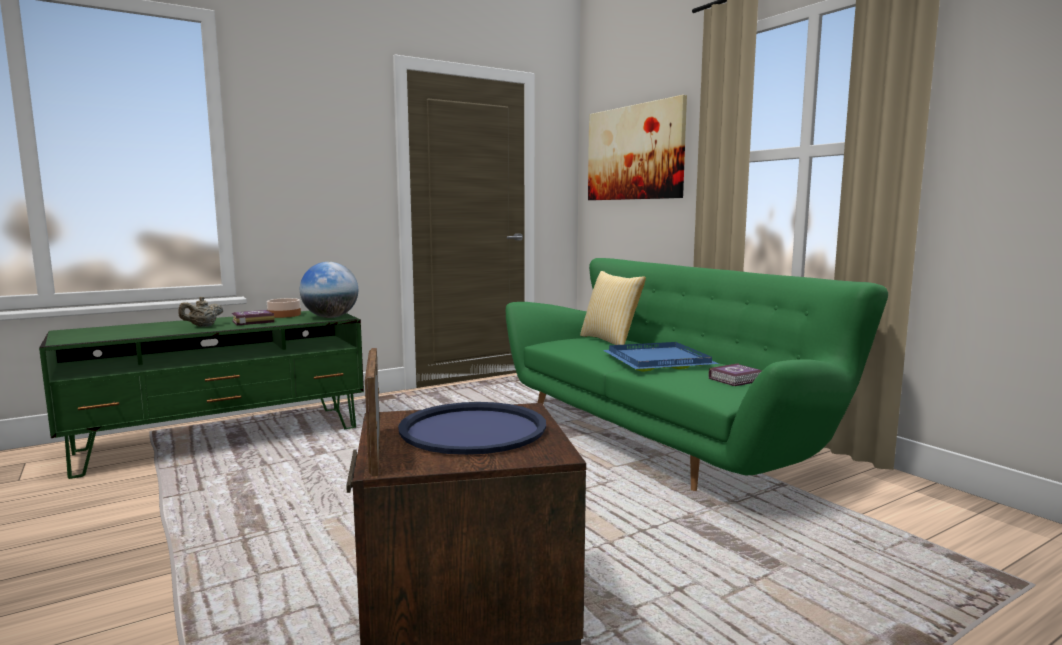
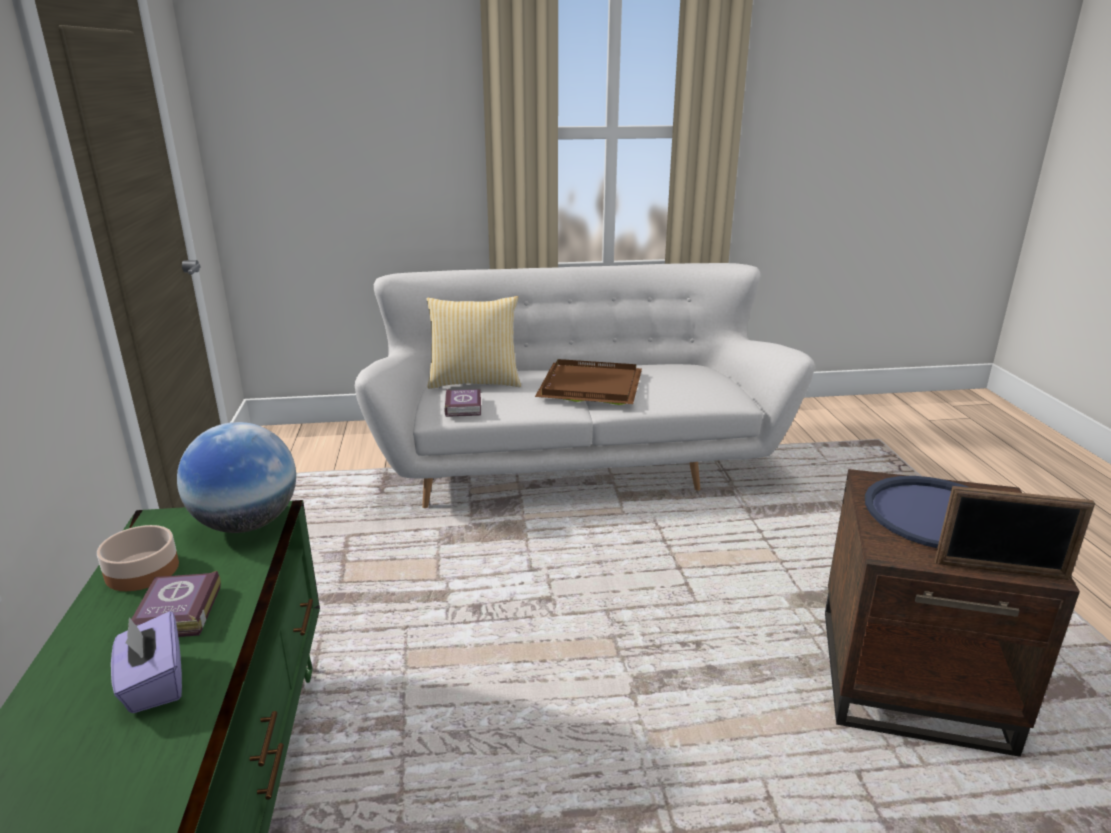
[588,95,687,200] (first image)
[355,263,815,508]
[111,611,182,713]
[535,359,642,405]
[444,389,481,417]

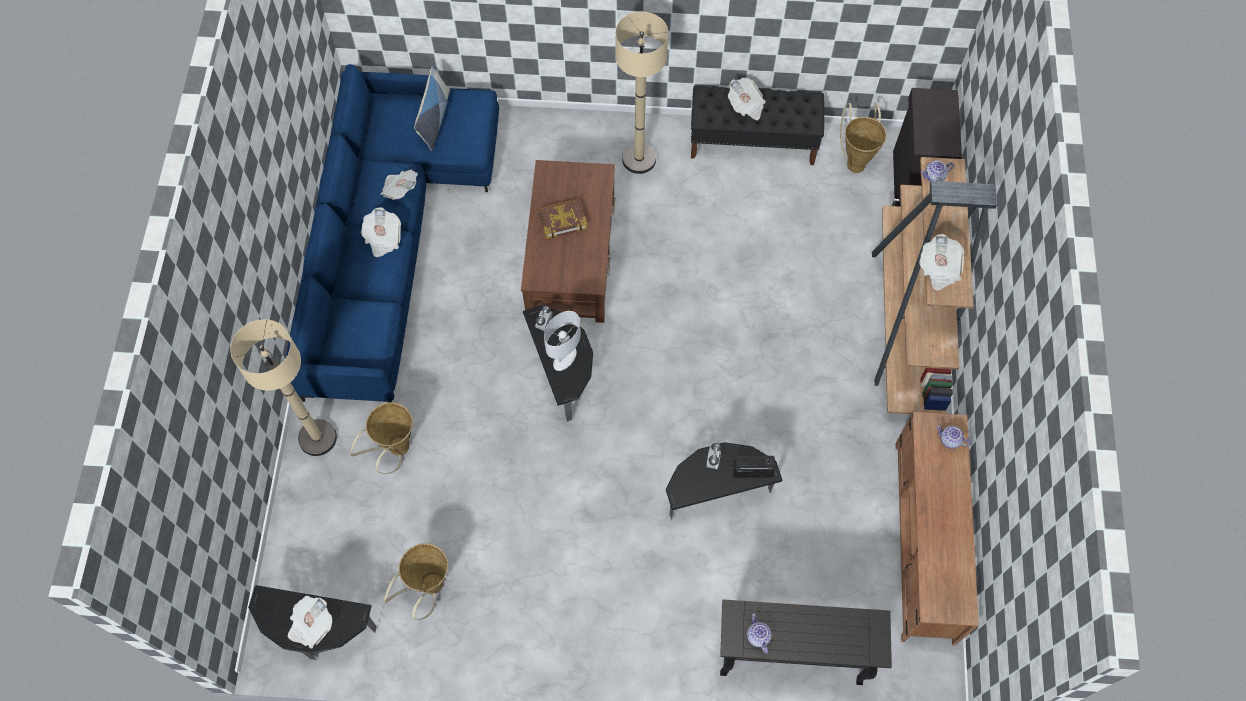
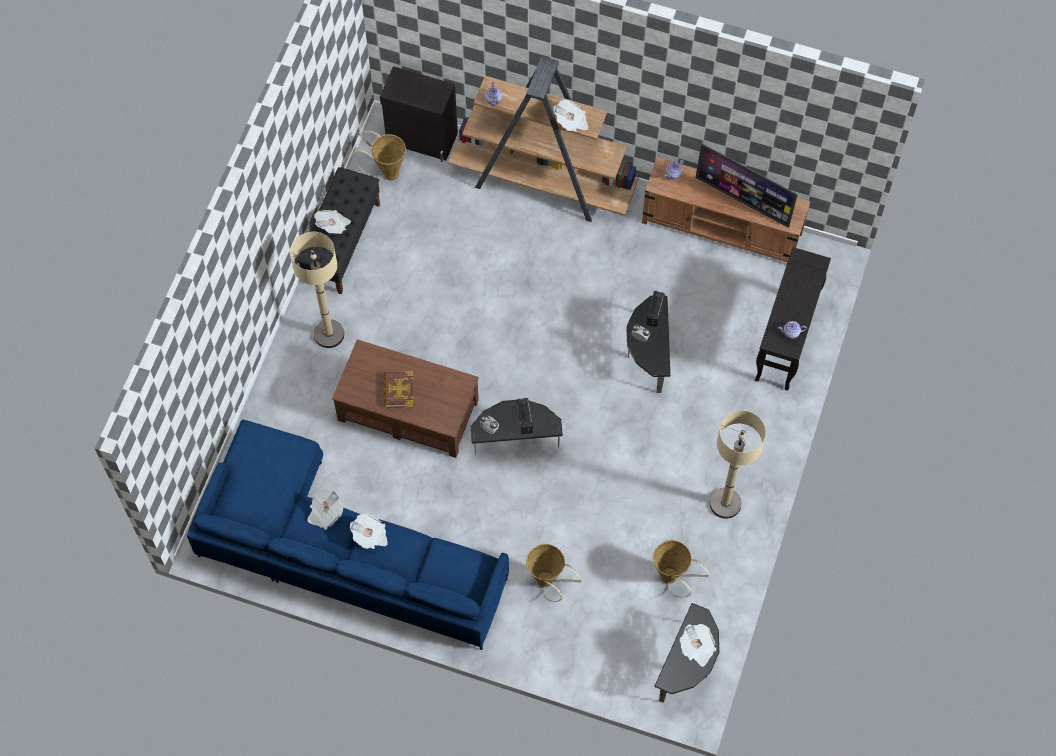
[414,66,450,151] (first image)
[517,398,533,435]
[710,410,766,519]
[696,143,798,228]

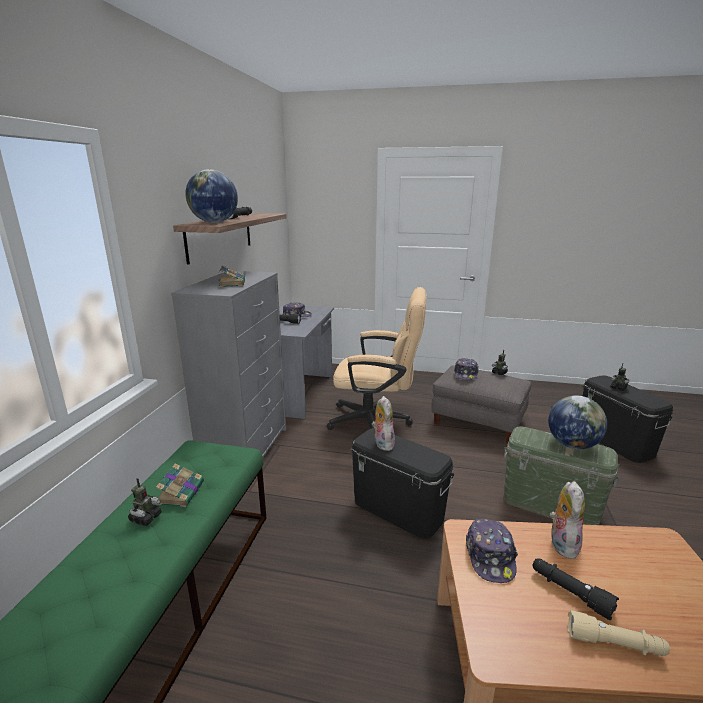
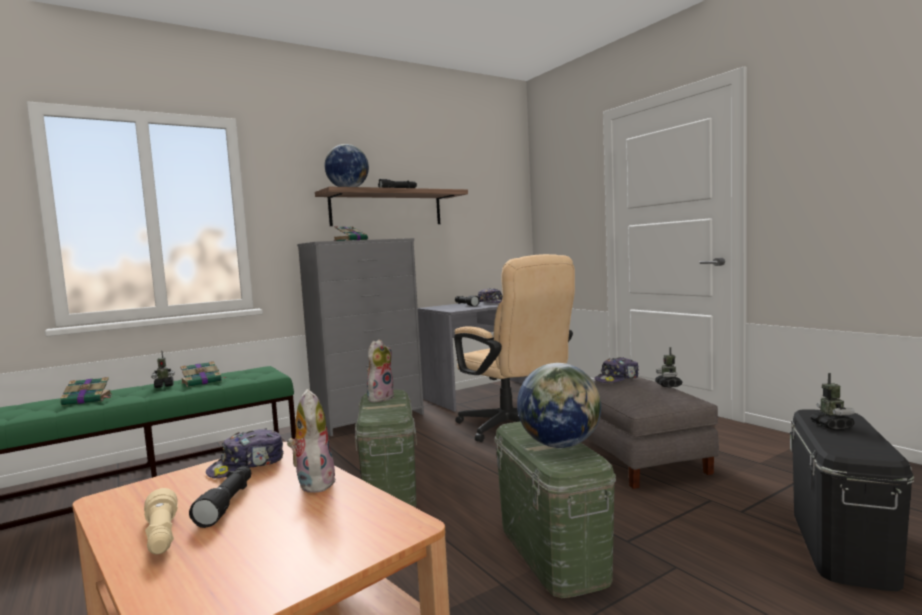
[355,390,417,508]
[287,389,336,493]
[60,377,113,406]

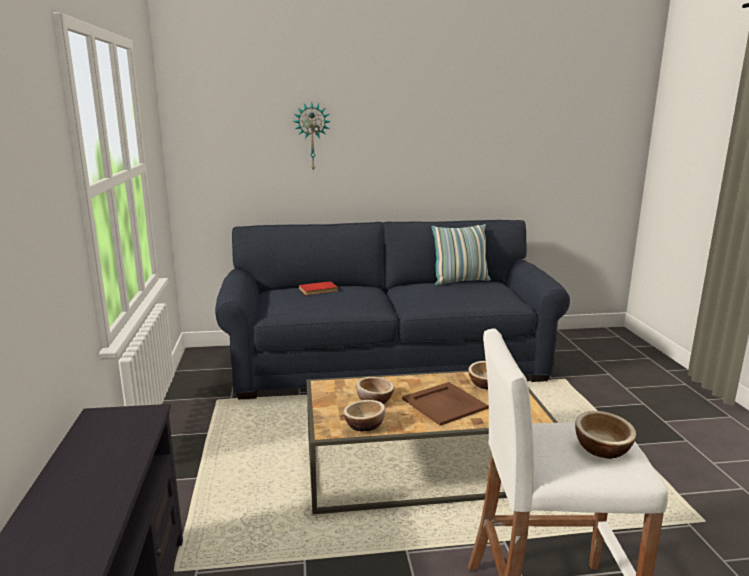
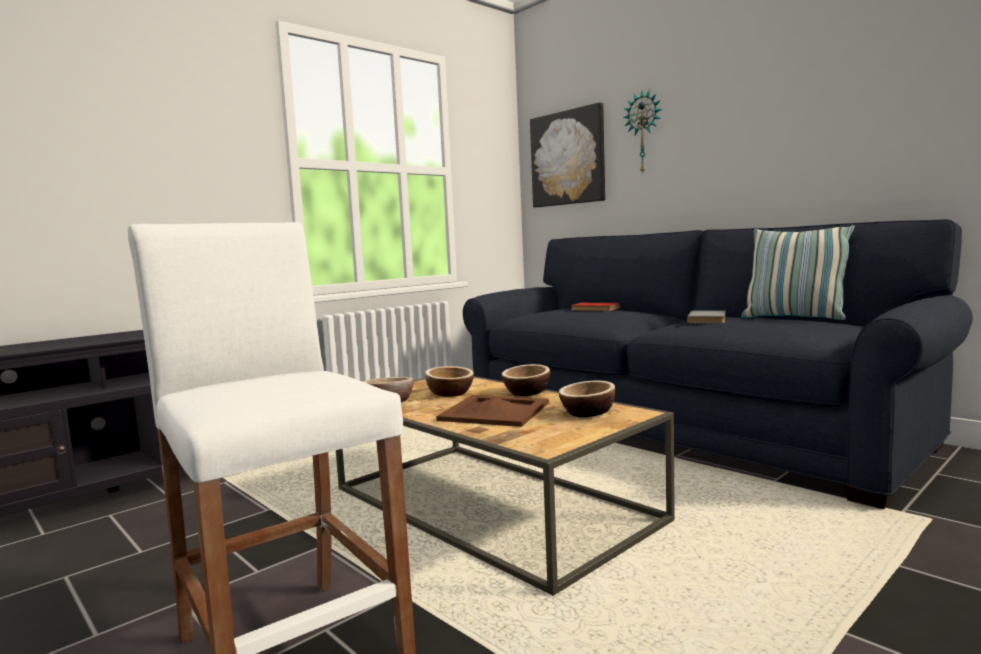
[501,364,550,396]
[530,102,605,207]
[687,310,726,323]

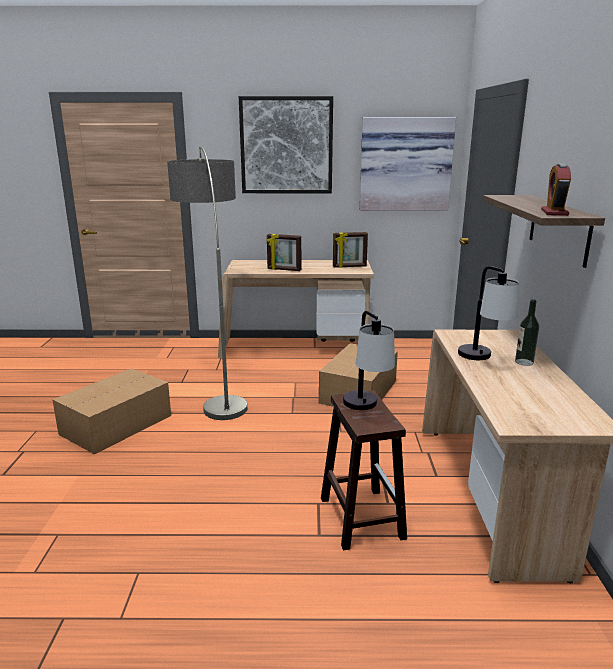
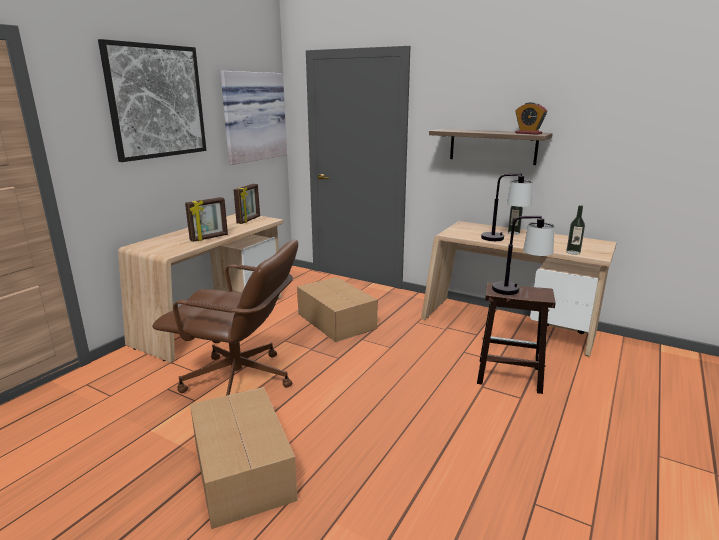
[152,240,298,396]
[566,205,585,255]

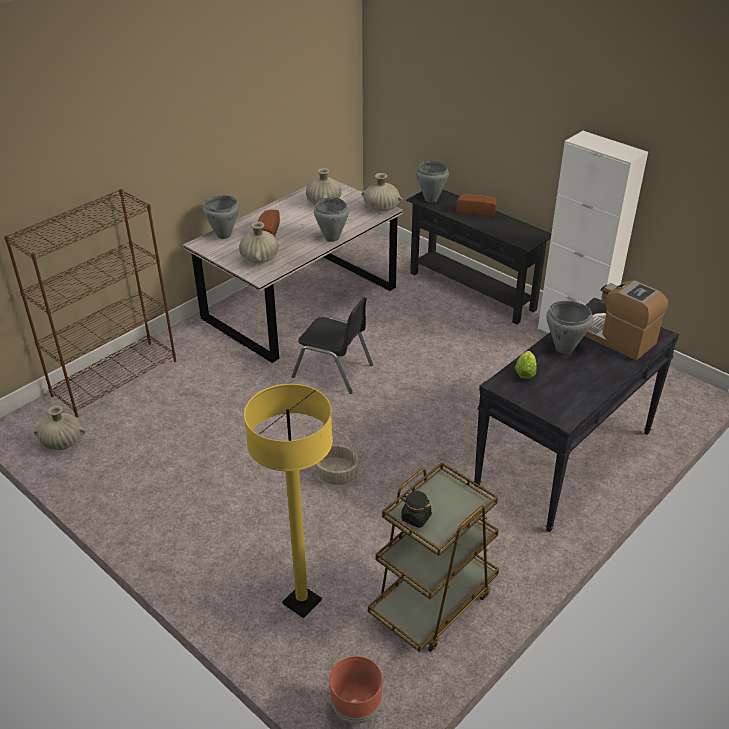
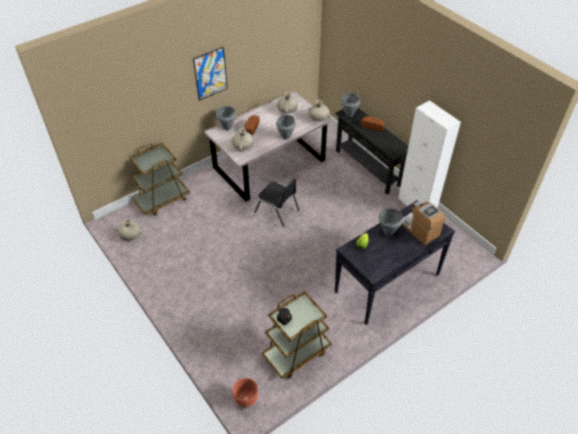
[129,143,190,215]
[244,384,333,618] (first image)
[315,430,359,485] (first image)
[193,47,228,101]

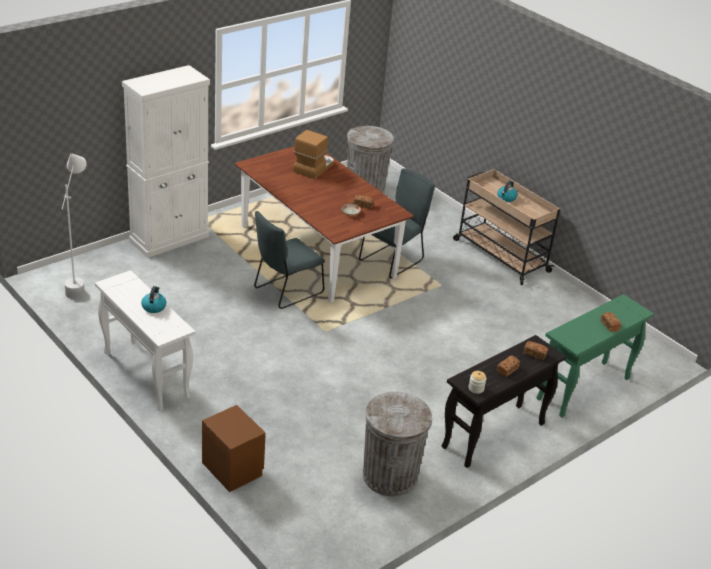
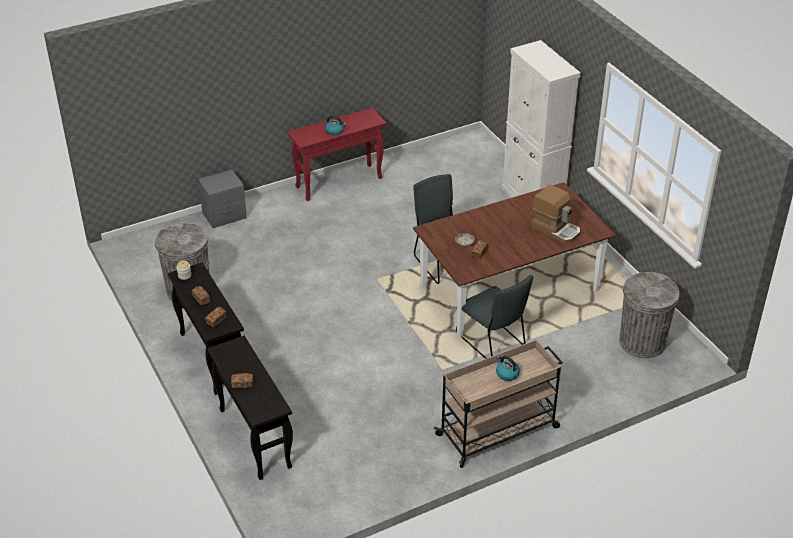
[62,153,87,299] (first image)
[287,108,387,201]
[208,336,293,480]
[198,170,246,228]

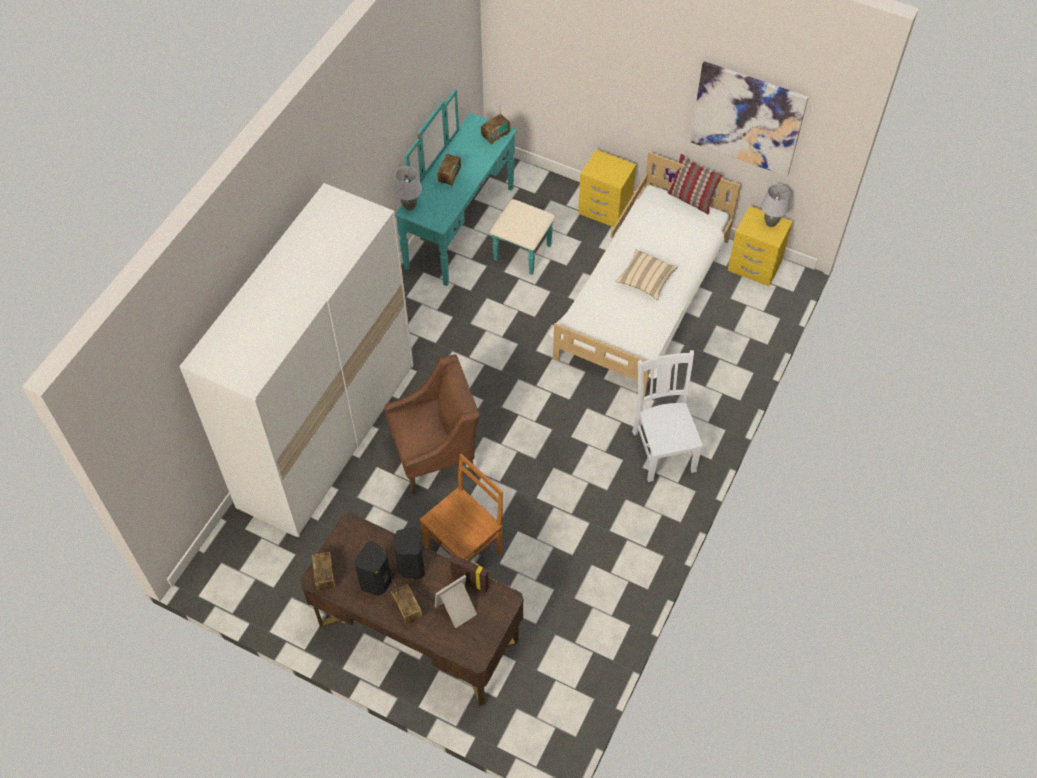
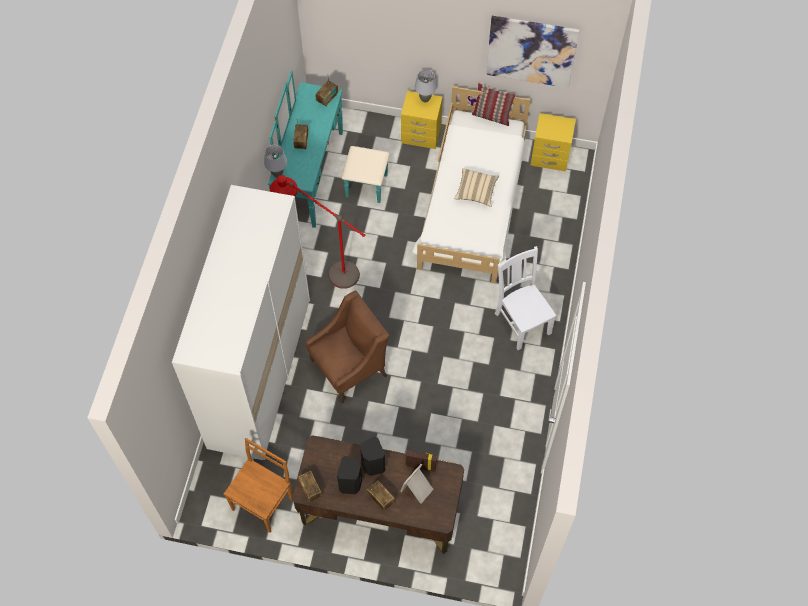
[415,70,437,103]
[224,438,293,533]
[270,175,365,289]

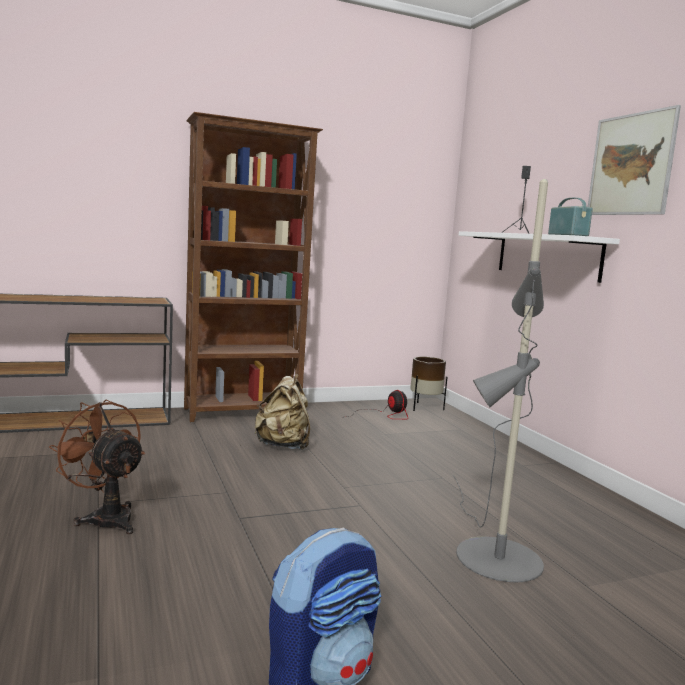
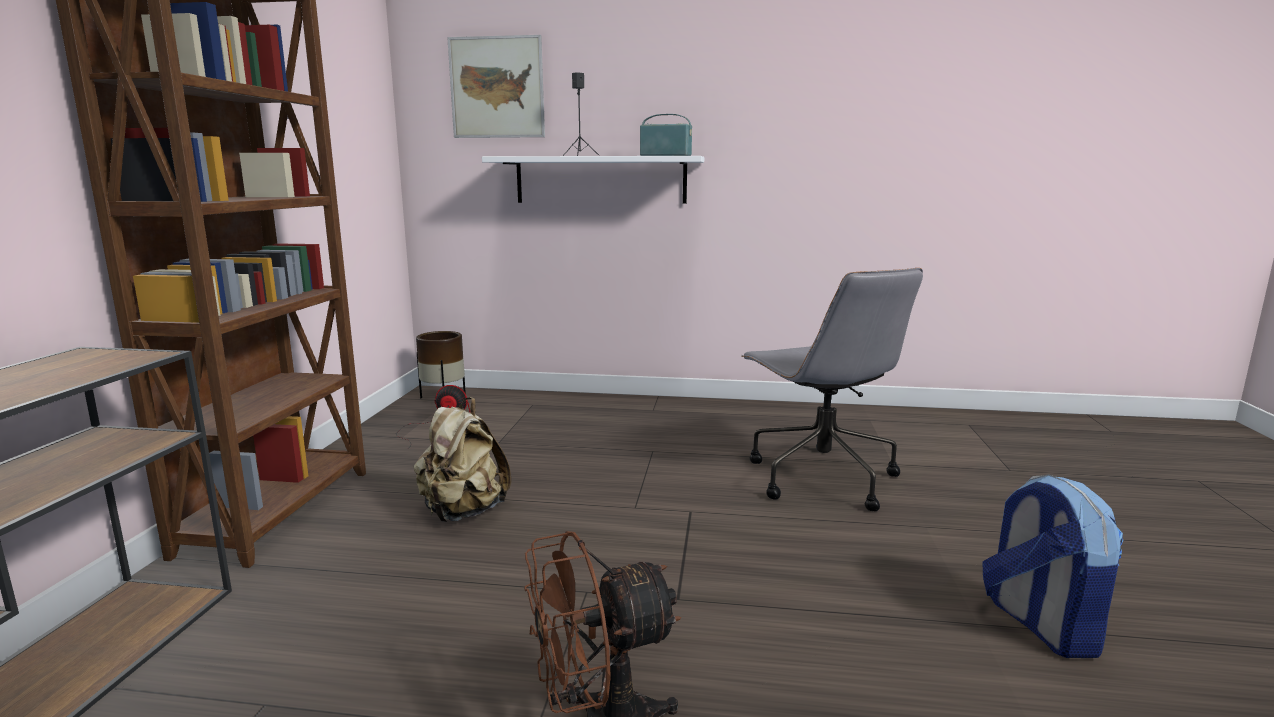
[447,35,545,138]
[741,268,923,511]

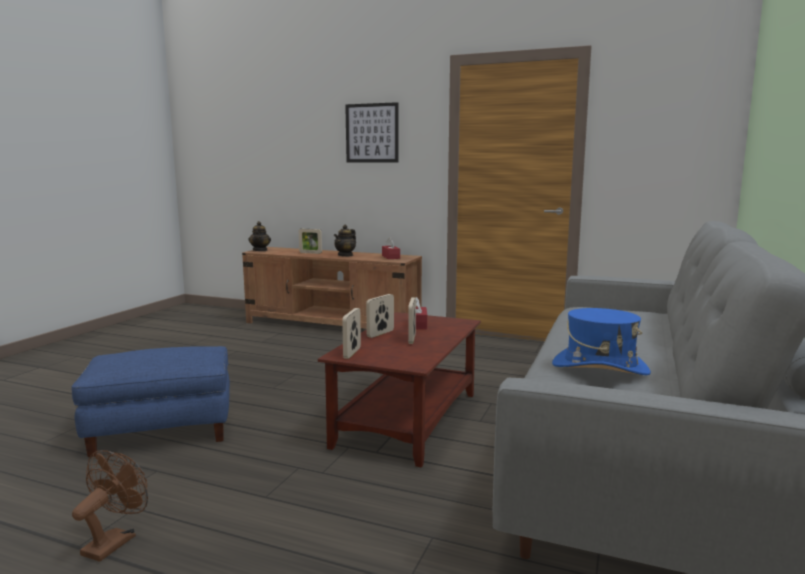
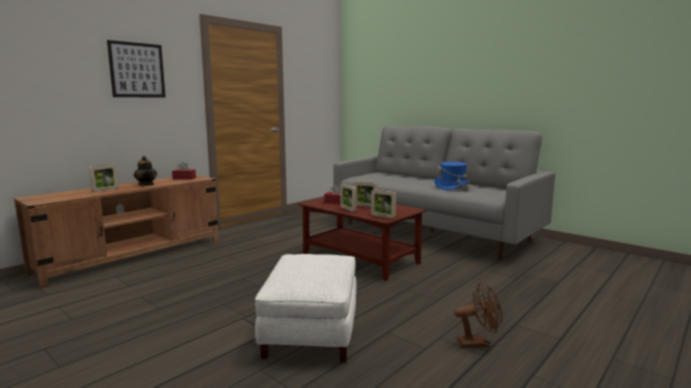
[248,221,271,251] (first image)
[255,254,357,363]
[454,282,502,348]

